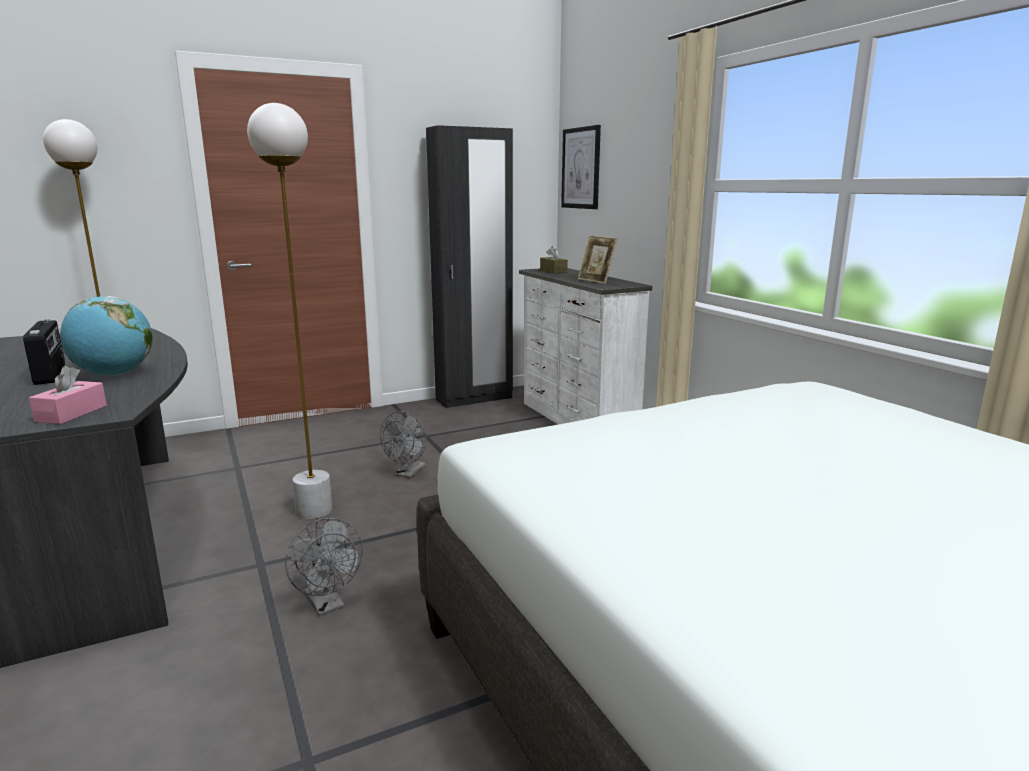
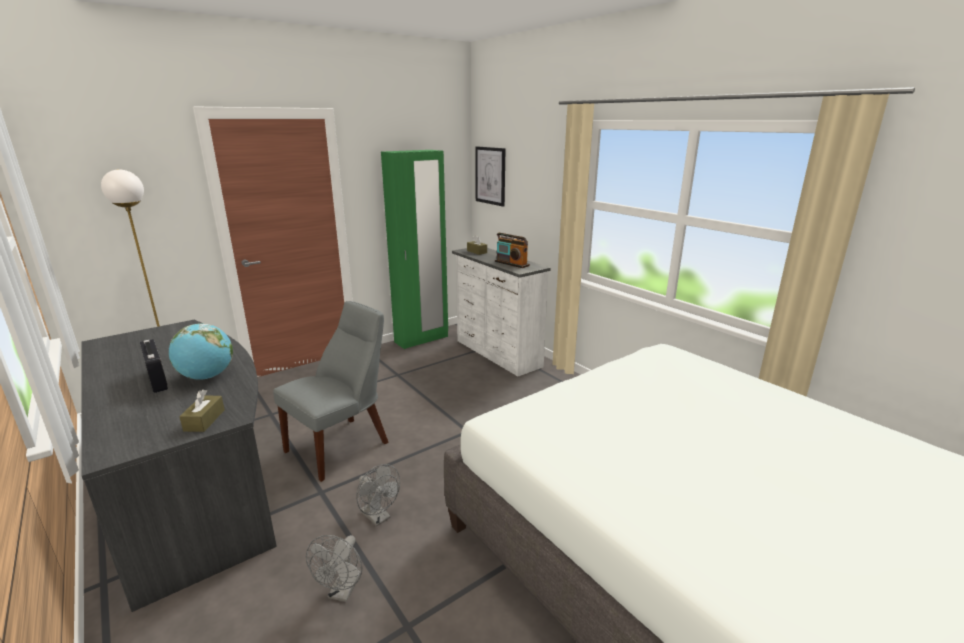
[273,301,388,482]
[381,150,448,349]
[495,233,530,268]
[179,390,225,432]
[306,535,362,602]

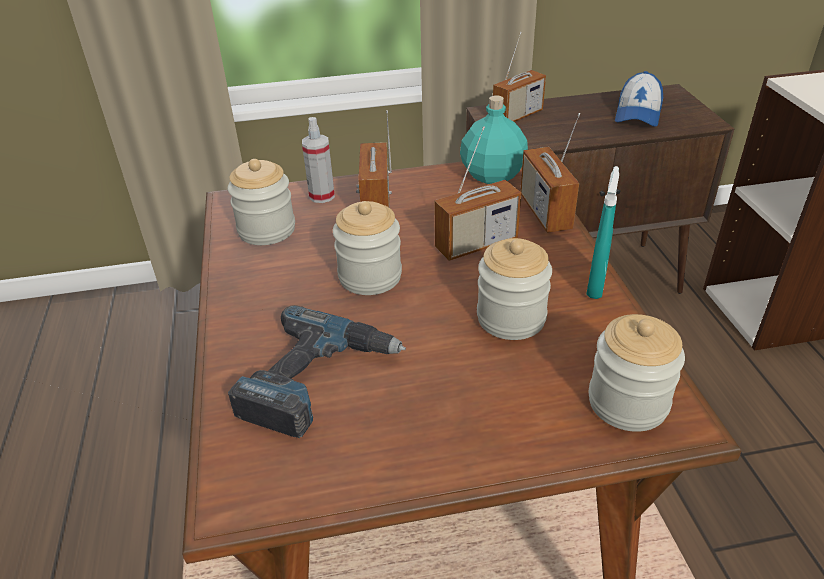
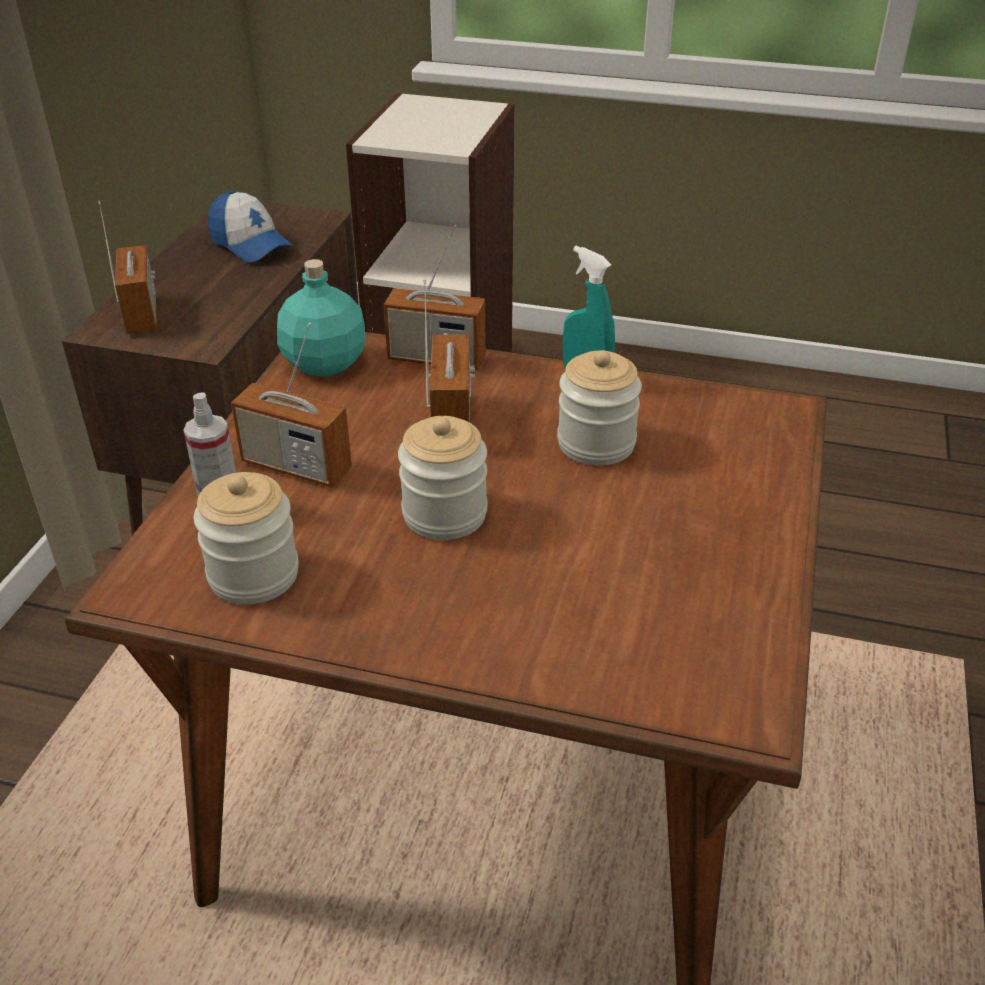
[228,305,406,438] (first image)
[589,314,685,432] (first image)

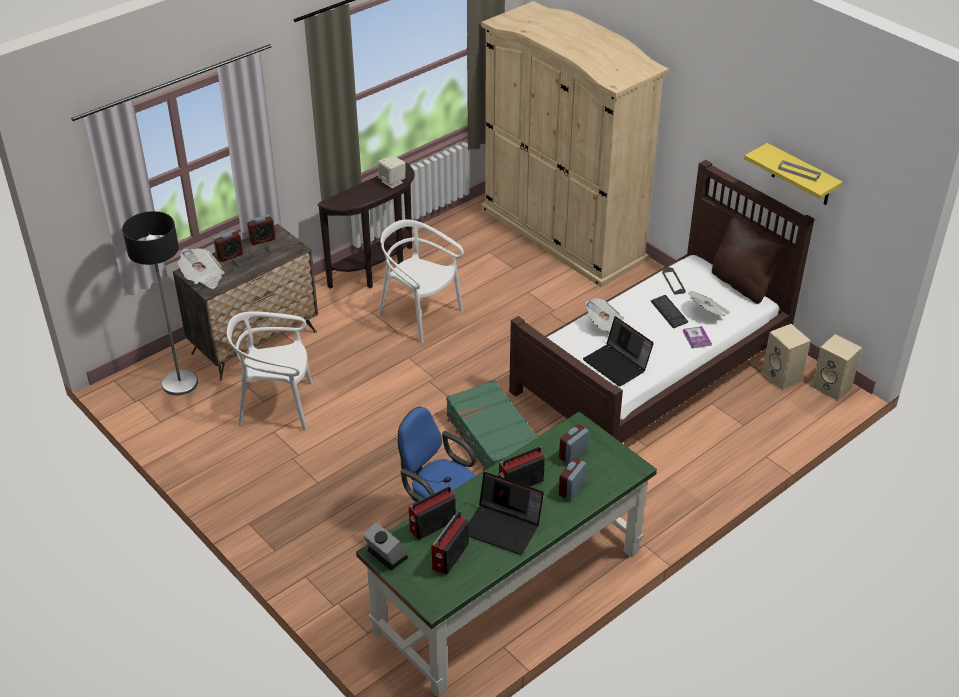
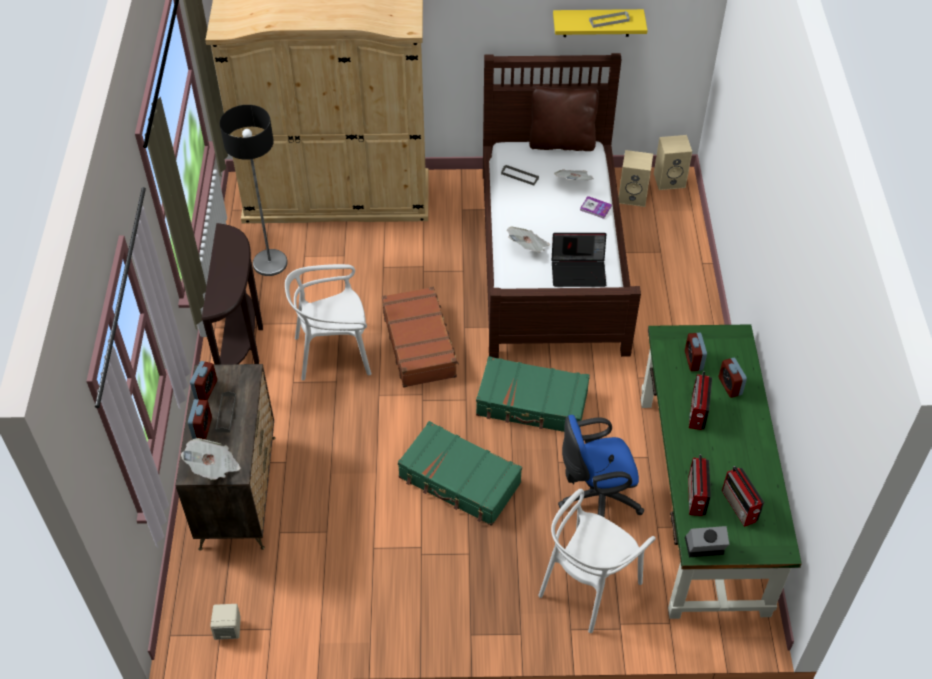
[210,604,241,640]
[220,105,288,276]
[651,295,688,329] (first image)
[538,489,656,633]
[469,472,544,555] (first image)
[382,287,459,388]
[398,421,522,526]

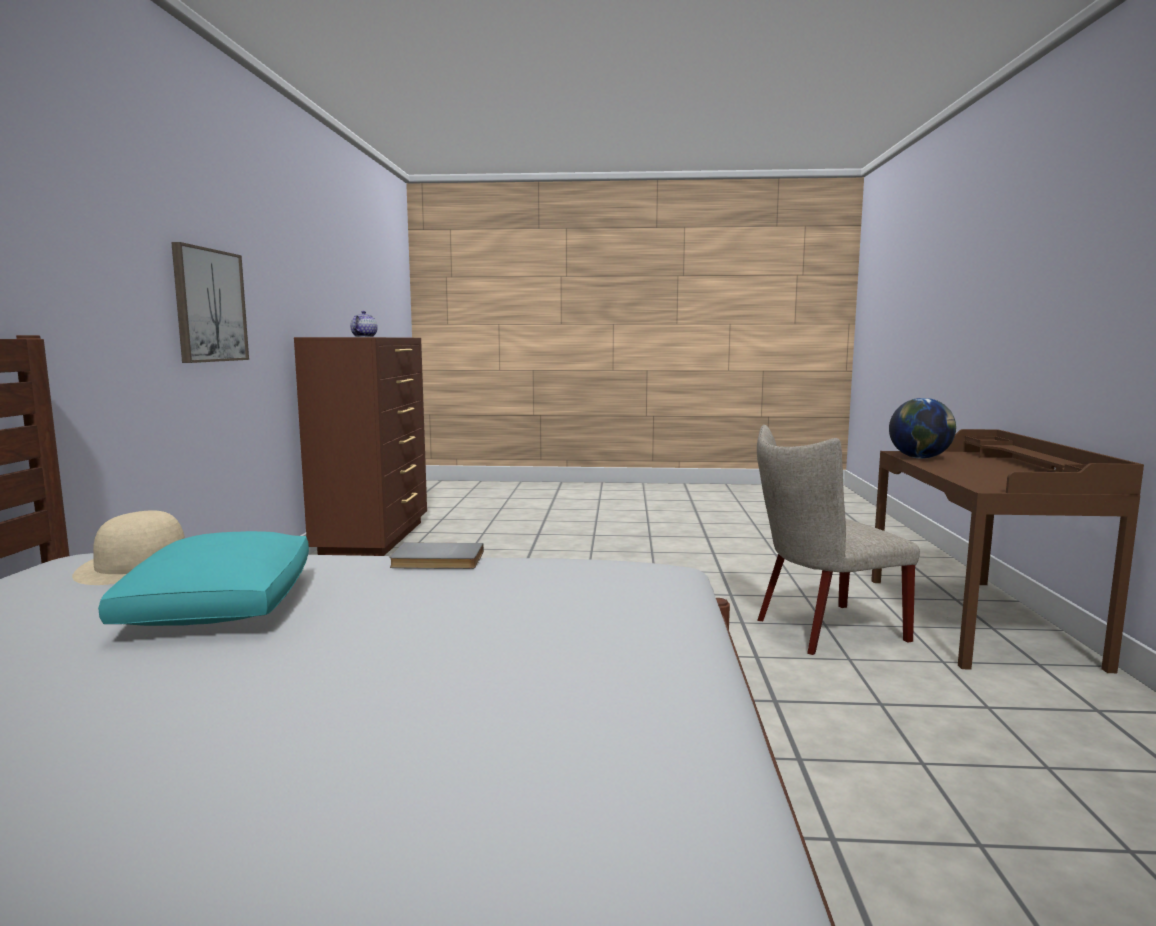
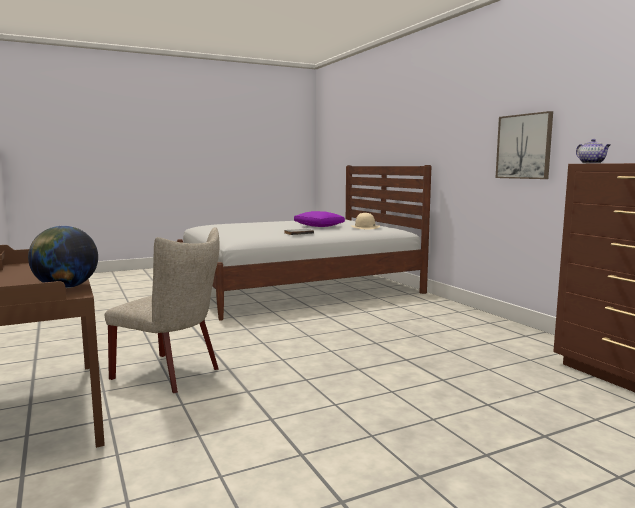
[105,227,220,393]
[294,211,345,227]

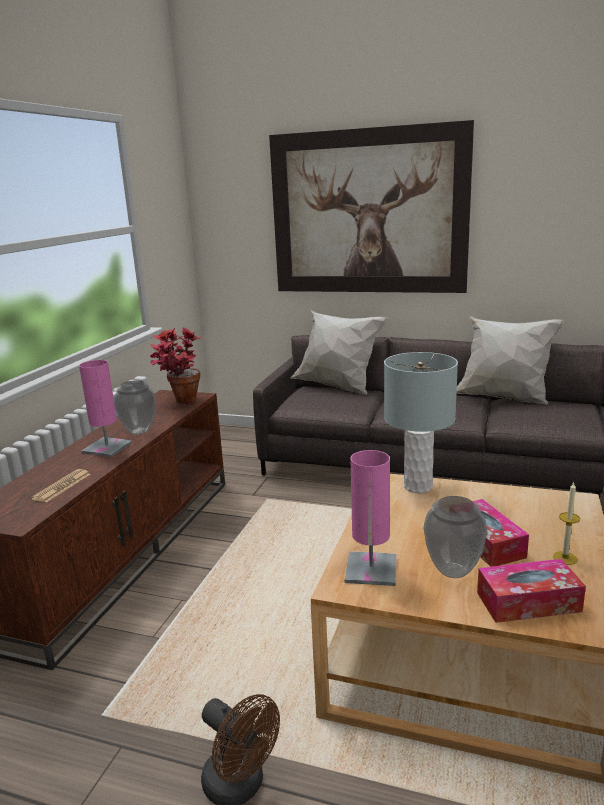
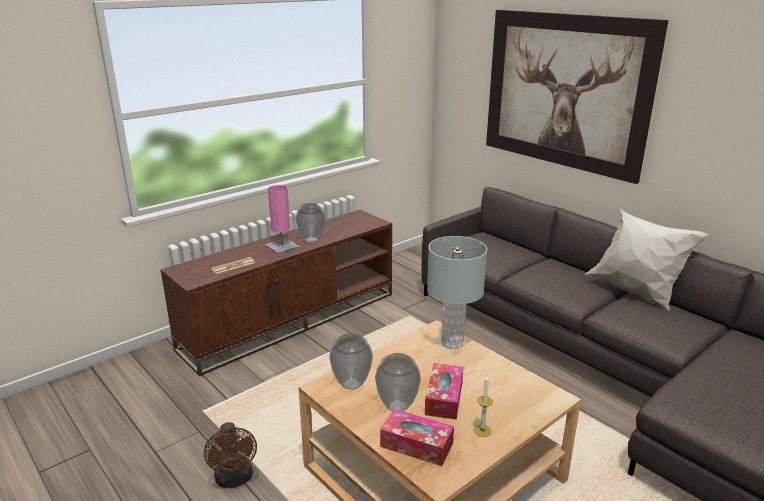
[290,309,388,395] (first image)
[150,328,203,404] (first image)
[329,333,373,390]

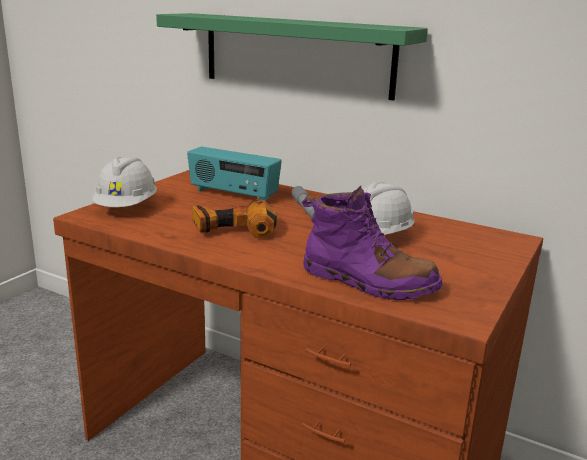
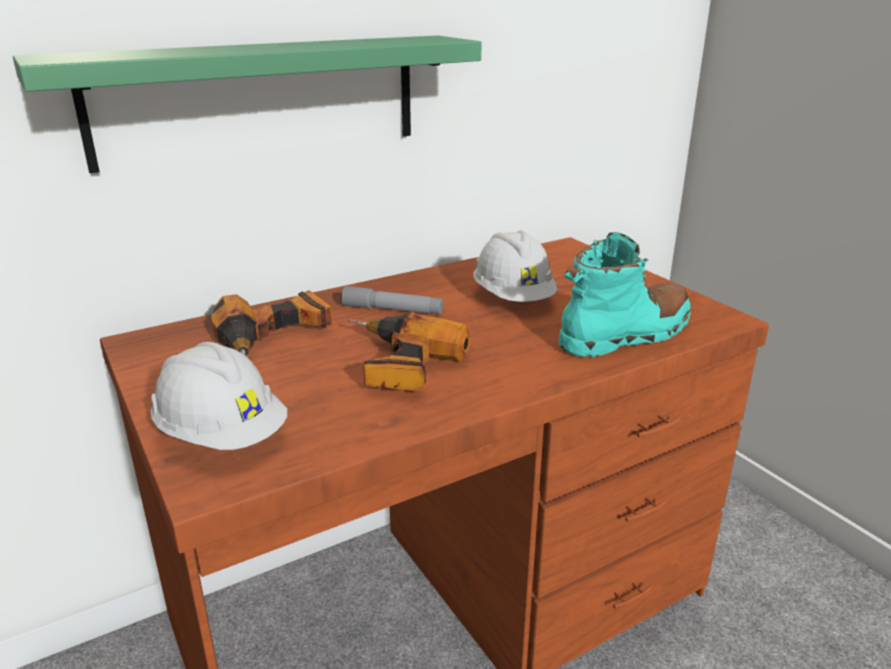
[211,290,332,356]
[558,232,691,359]

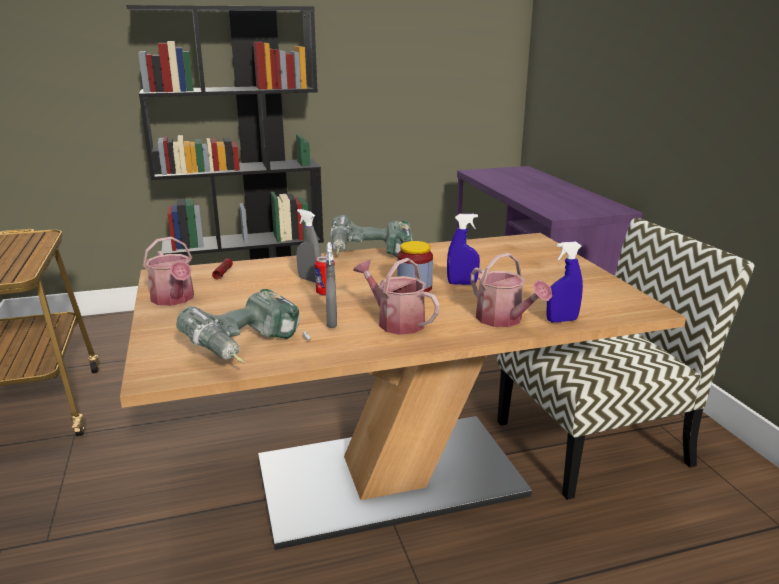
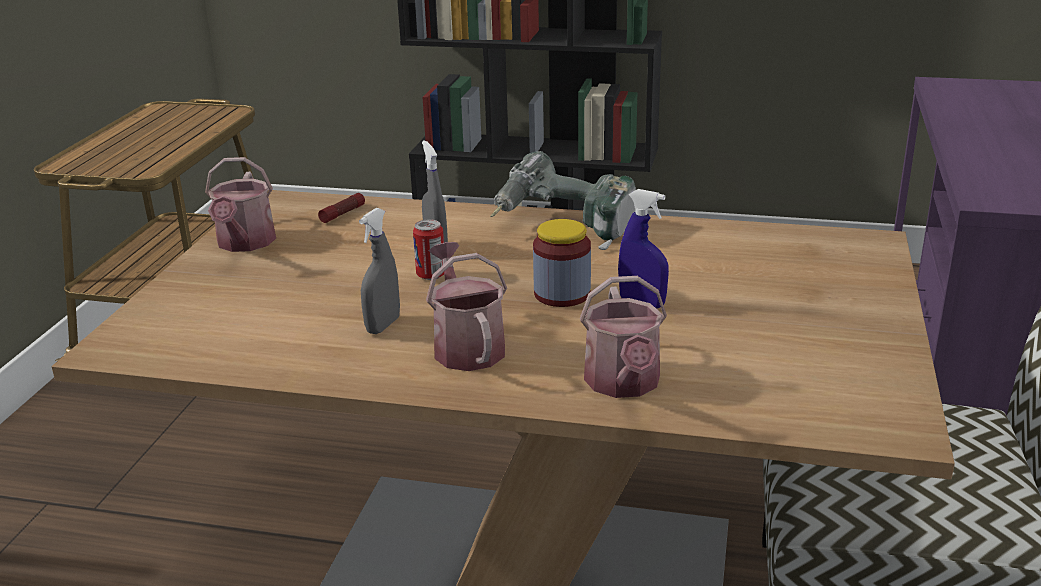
[547,242,583,322] (first image)
[177,289,311,363] (first image)

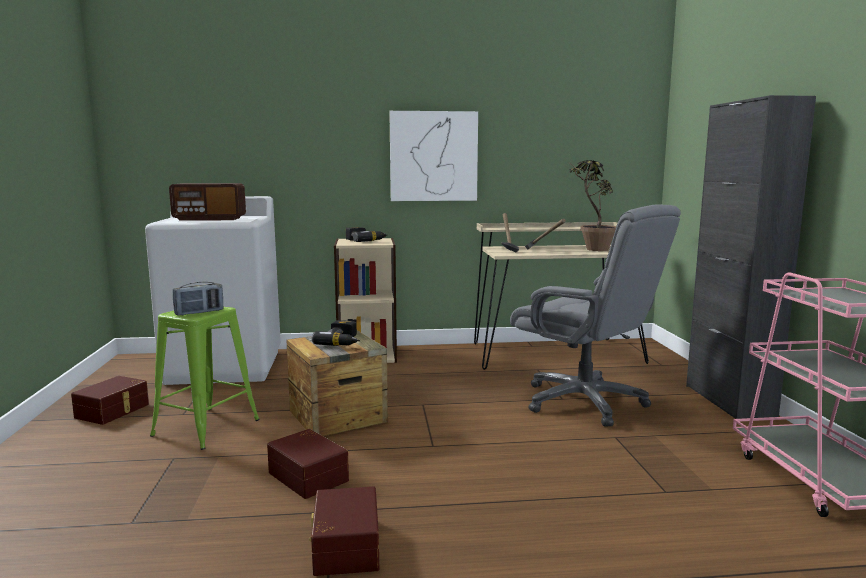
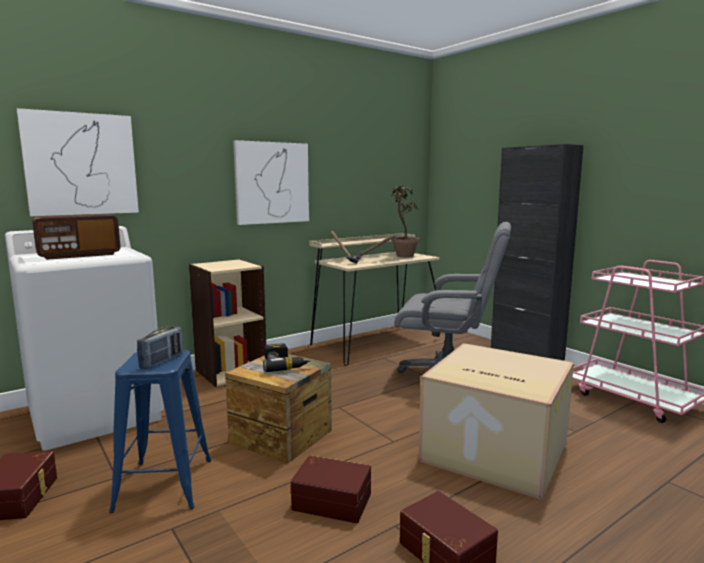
[346,227,387,242] (first image)
[109,350,212,513]
[16,108,139,216]
[419,343,574,500]

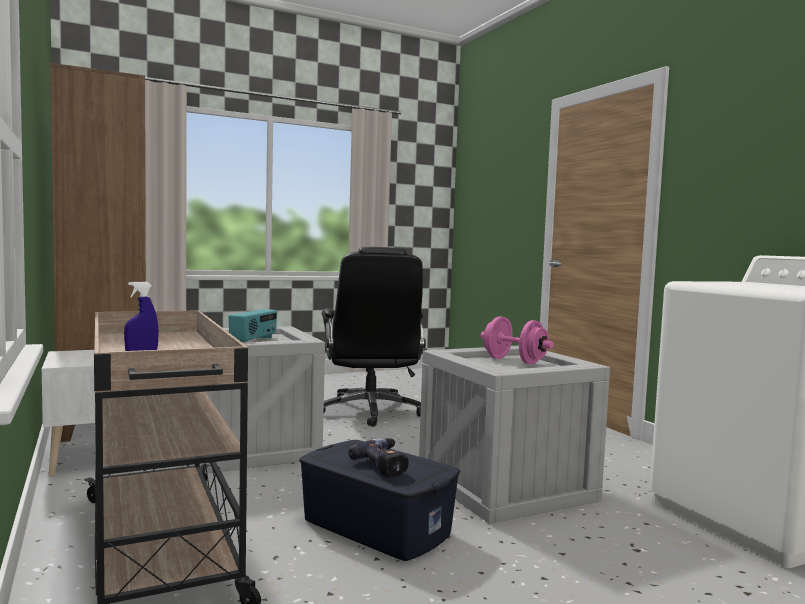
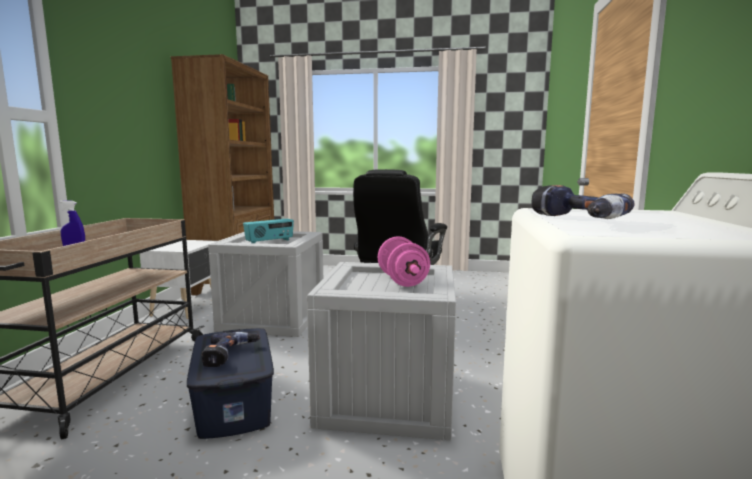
[532,185,635,219]

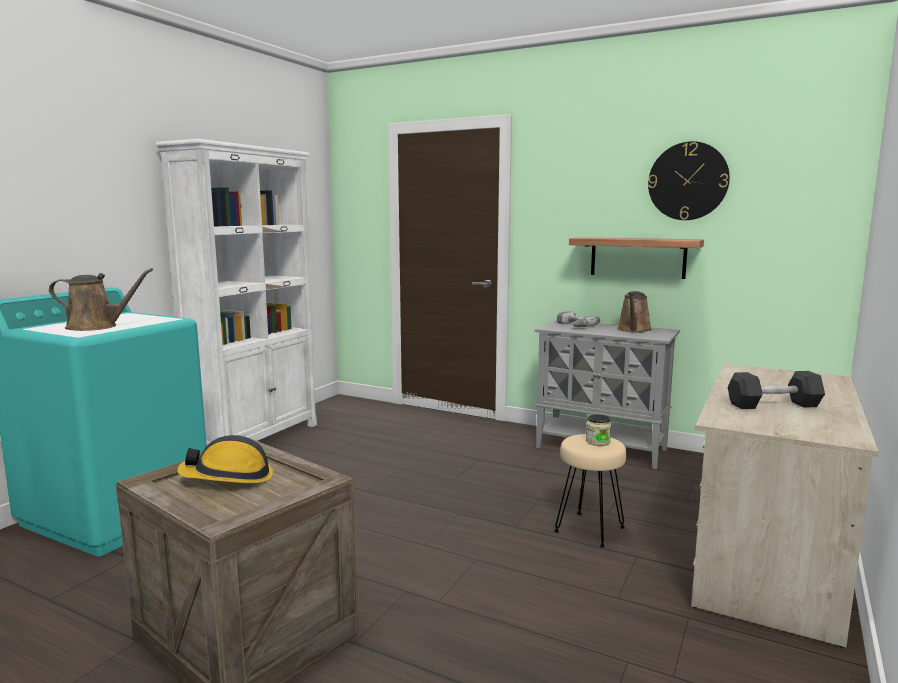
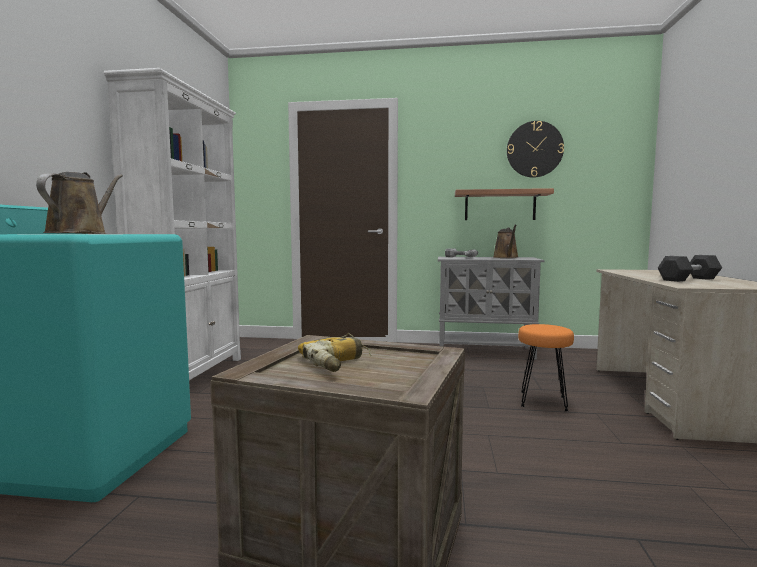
[36,172,123,234]
[586,414,611,446] (first image)
[518,324,574,411]
[298,333,371,372]

